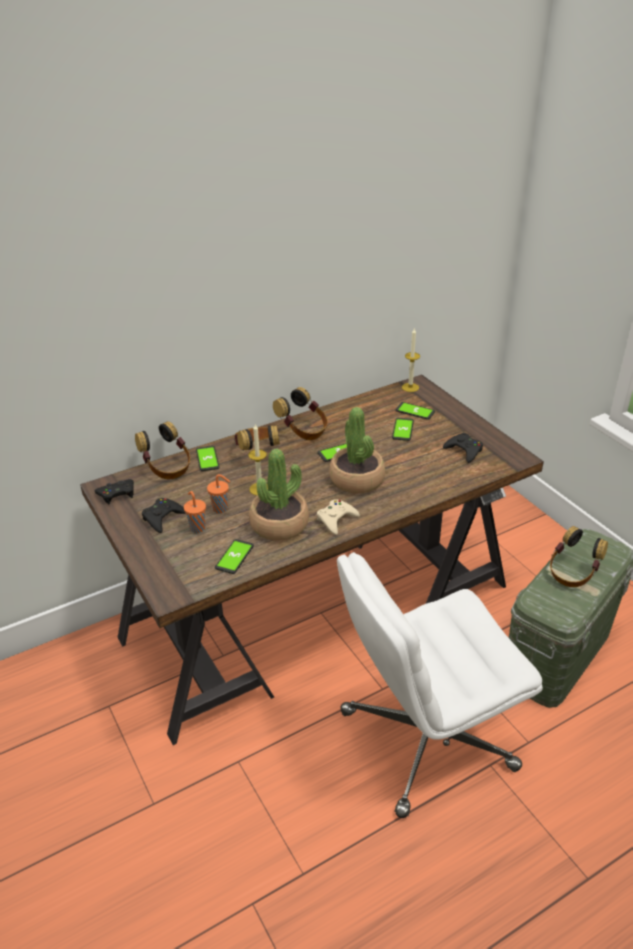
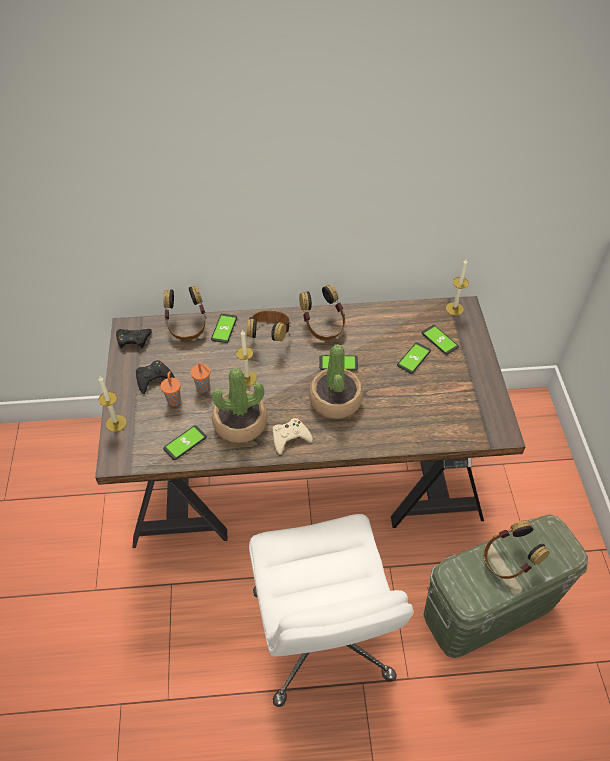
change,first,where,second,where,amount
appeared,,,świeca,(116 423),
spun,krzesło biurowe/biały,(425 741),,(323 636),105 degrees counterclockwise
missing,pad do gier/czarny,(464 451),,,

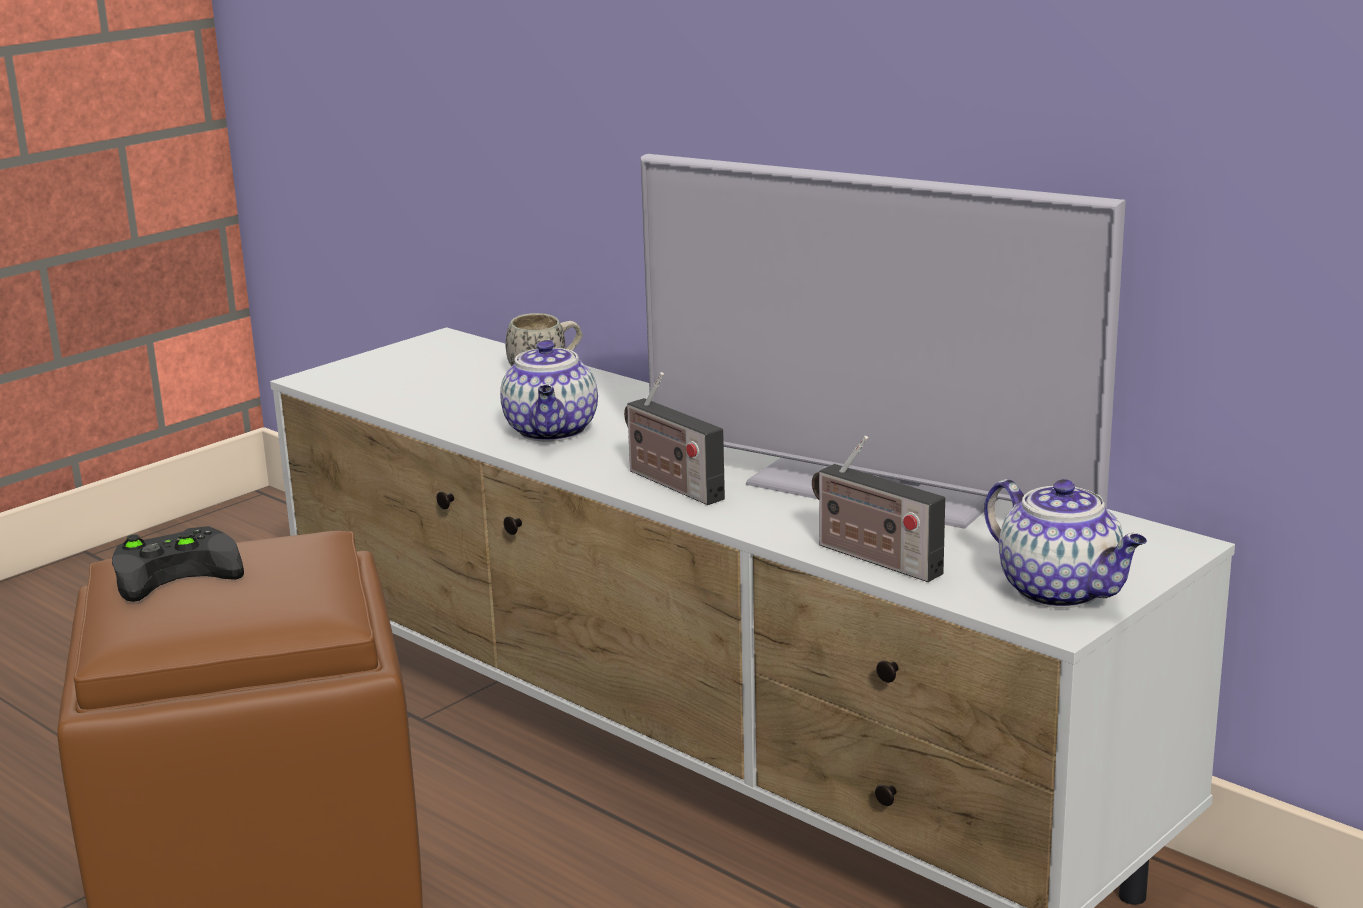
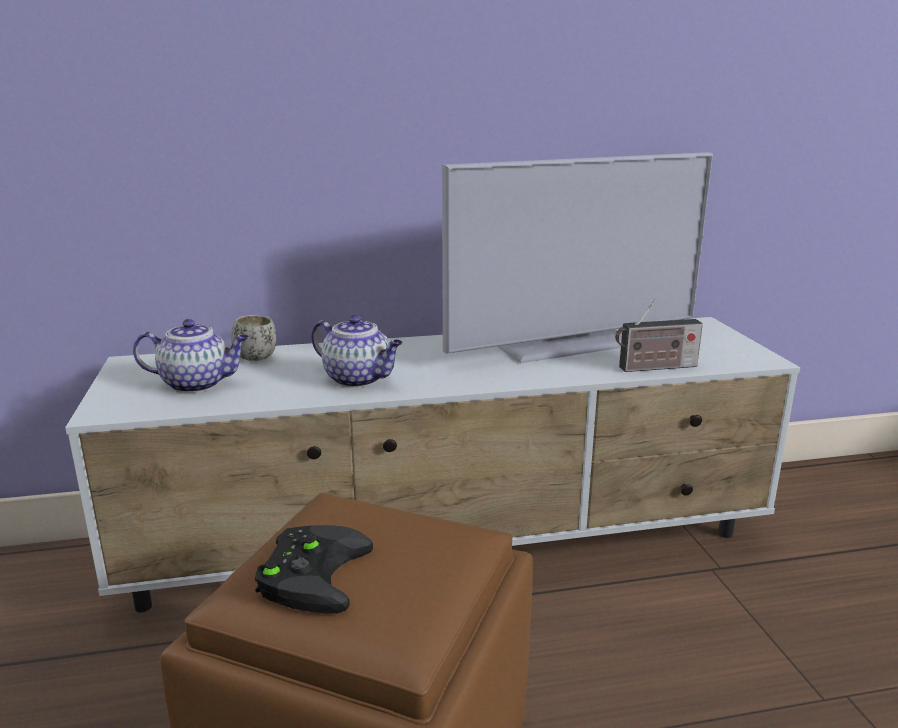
change,first,where,second,where,amount
relocated,imbryk,(1062 592),,(198 384),
missing,radio,(670 484),,,

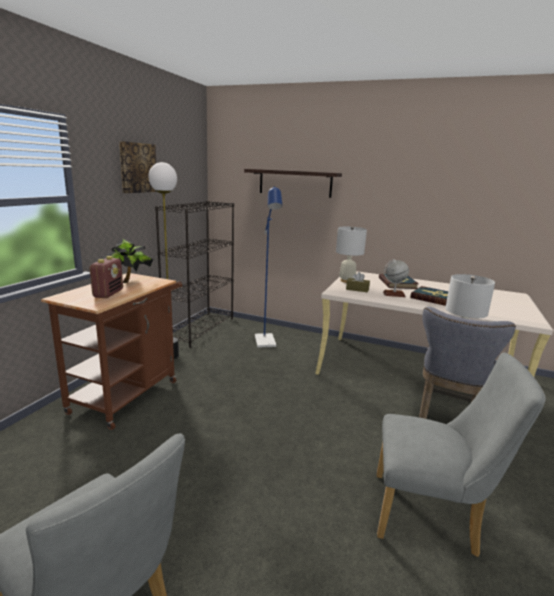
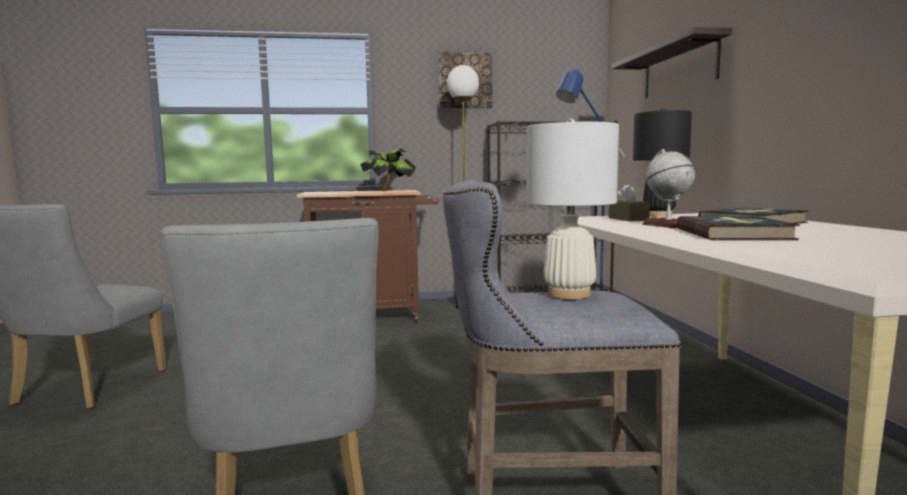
change,first,where,second,where,amount
colour,lampa stołowa/biały,(346 281),lampa stołowa/czarny,(658 215),
missing,radio,(108 294),,,

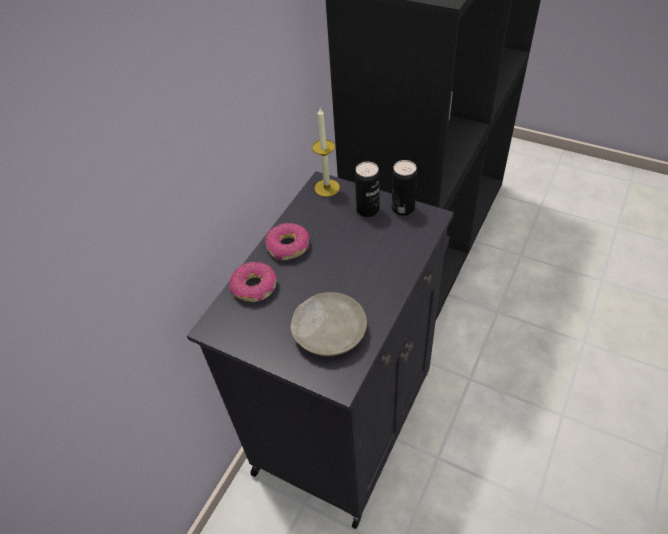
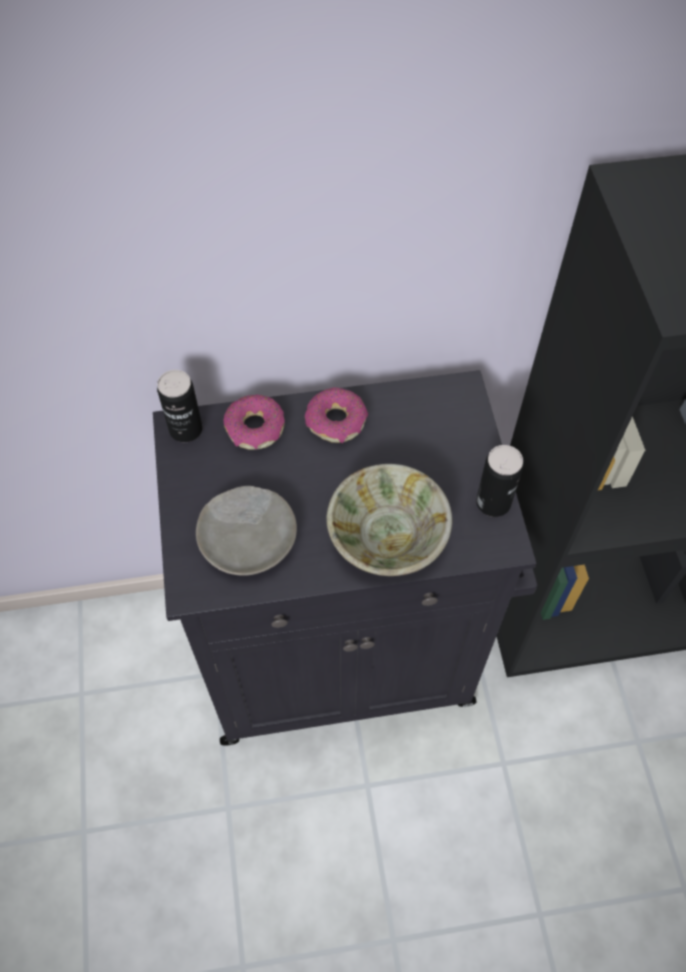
change,first,where,second,where,amount
relocated,puszka,(367 210),,(186 429),
appeared,,,miska/beżowy,(387 537),
missing,świeca,(327 188),,,

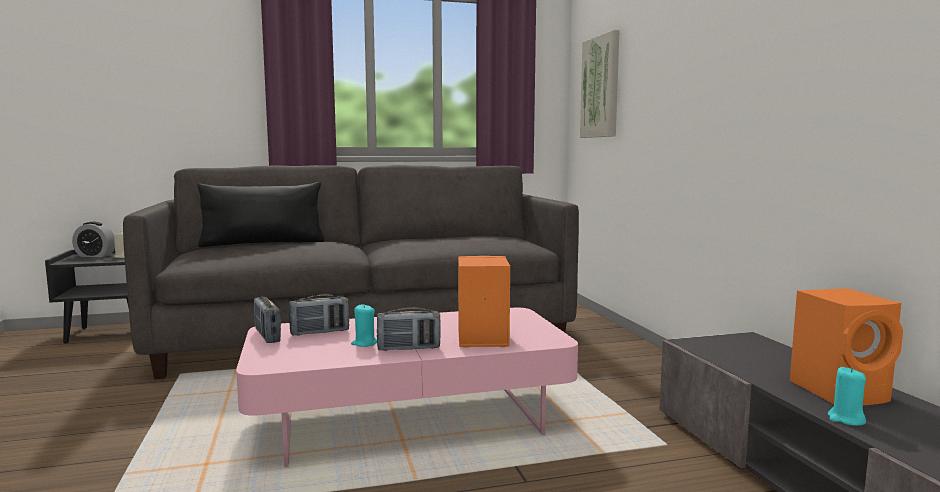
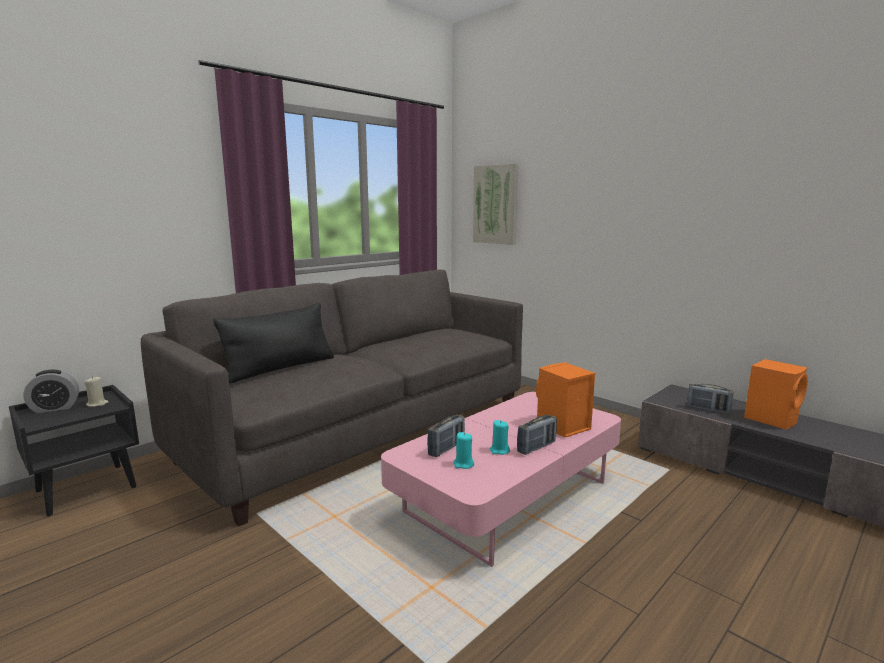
change,first,where,second,where,amount
relocated,świeca/turkusowy,(846 419),,(463 464),
relocated,radio,(267 336),,(708 409),

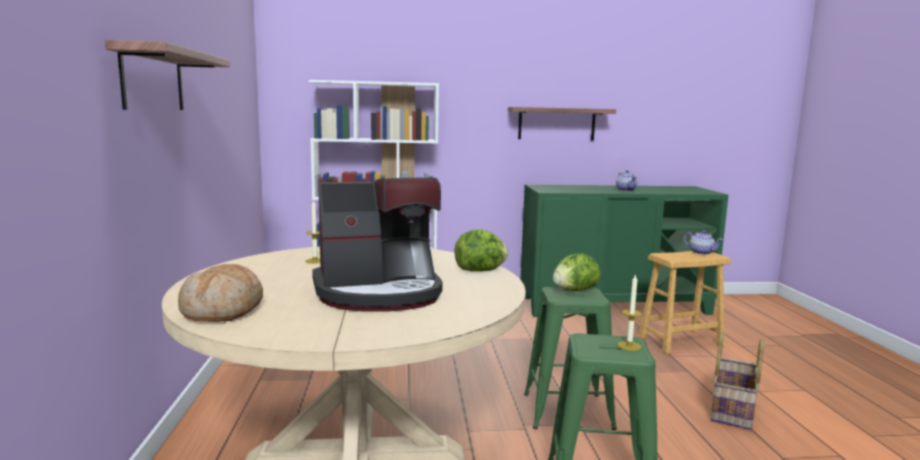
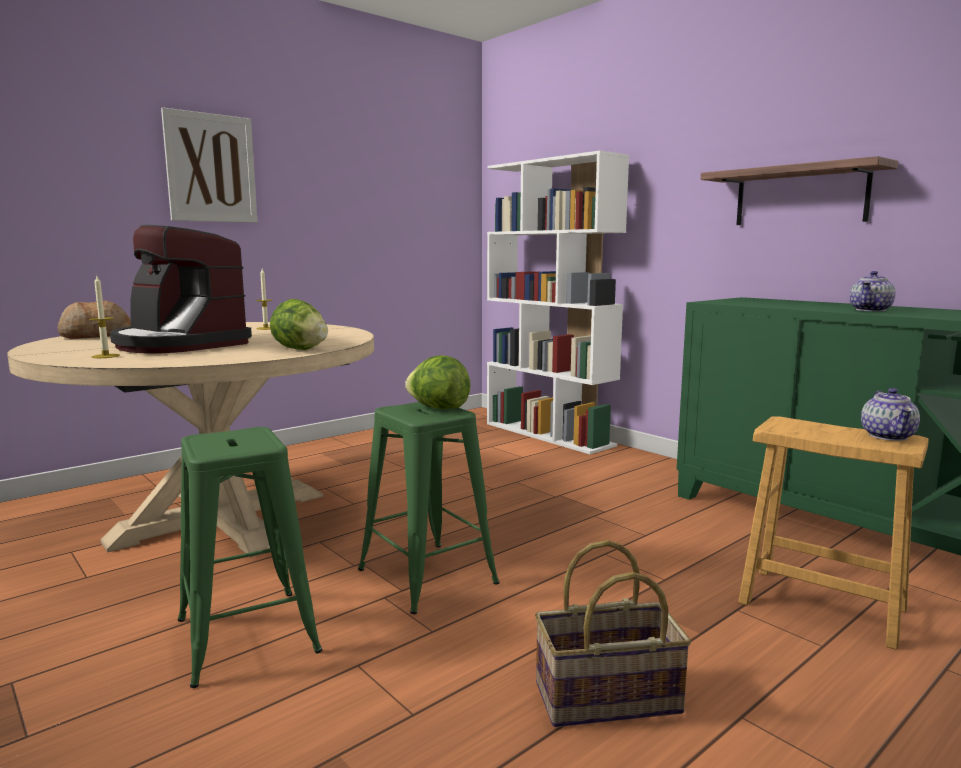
change,first,where,second,where,amount
relocated,świeca,(629 346),,(105 356),
exchanged,półka,(153 80),obraz,(211 168),

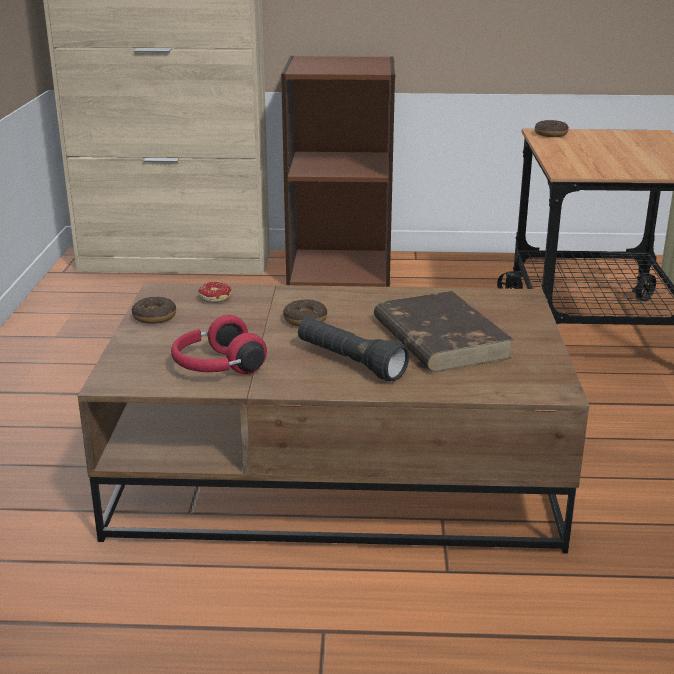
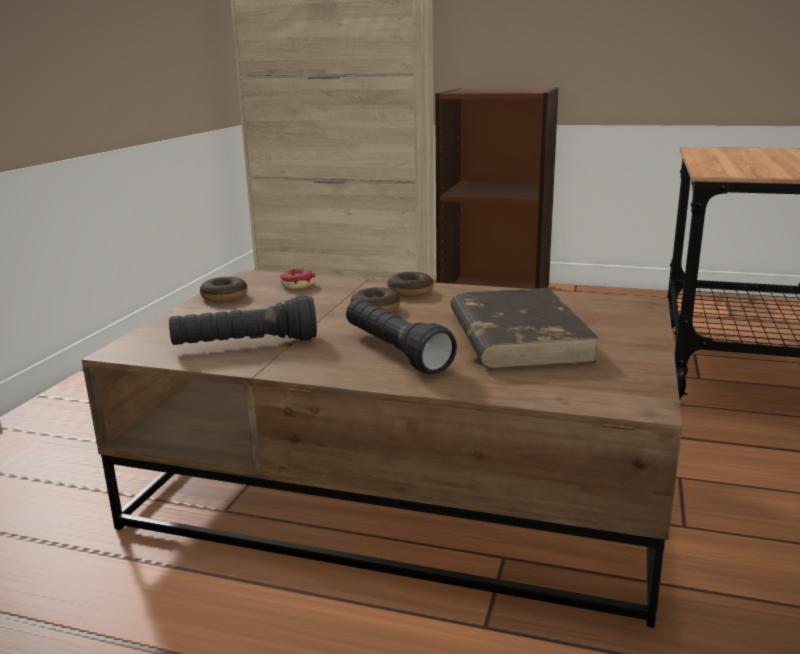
change,first,where,second,where,amount
exchanged,słuchawki/czerwony,(216 367),latarka/czarny,(245 344),
relocated,donut,(551 134),,(410 291),

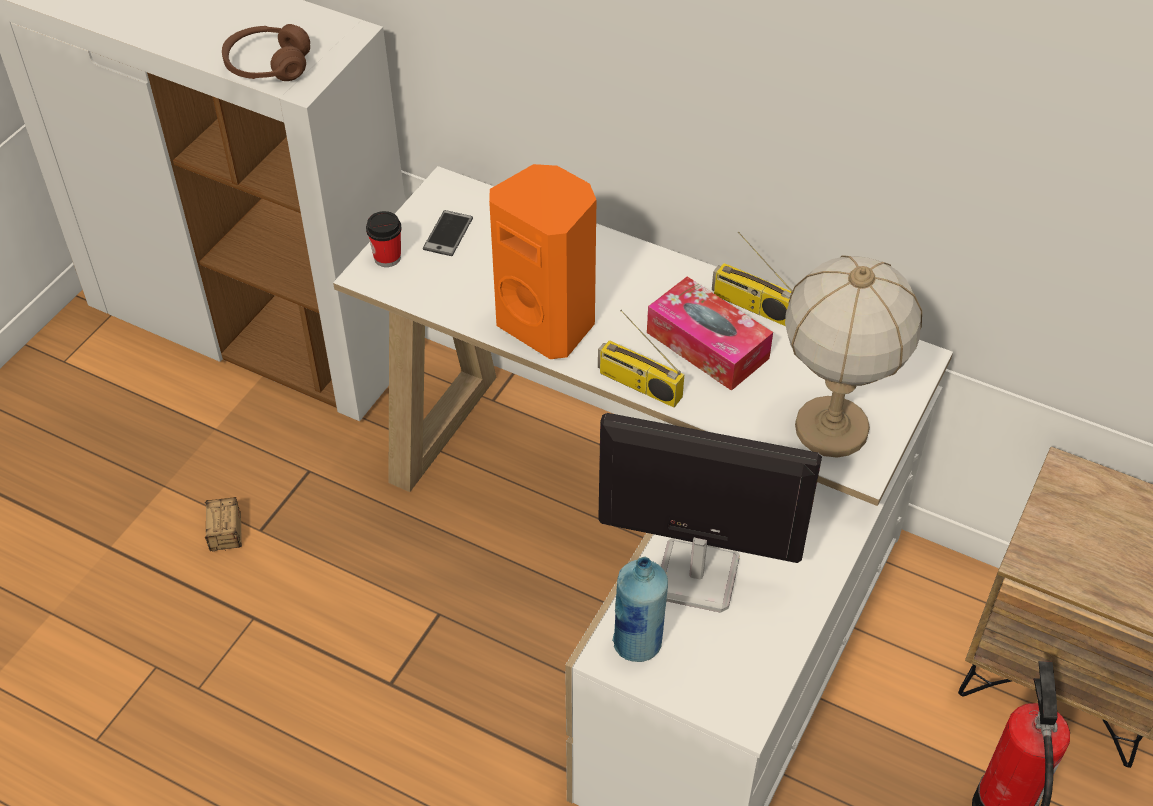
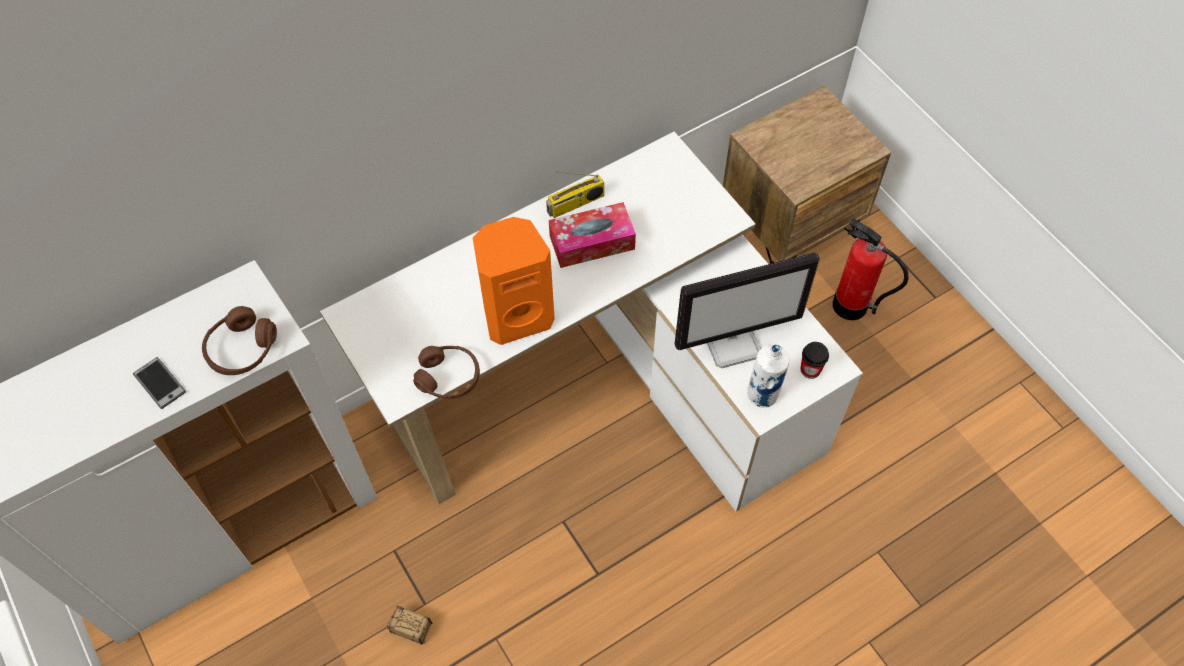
change,first,where,second,where,amount
relocated,telefon,(448 234),,(159 383),
appeared,,,słuchawki/brązowy,(448 377),
spun,monitor,(695 576),,(732 342),150 degrees counterclockwise
colour,butelka/niebieski,(638 644),butelka/biały,(763 394),
relocated,filiżanka,(387 257),,(810 370),
missing,radio,(638 385),,,
missing,lampa stołowa,(832 429),,,

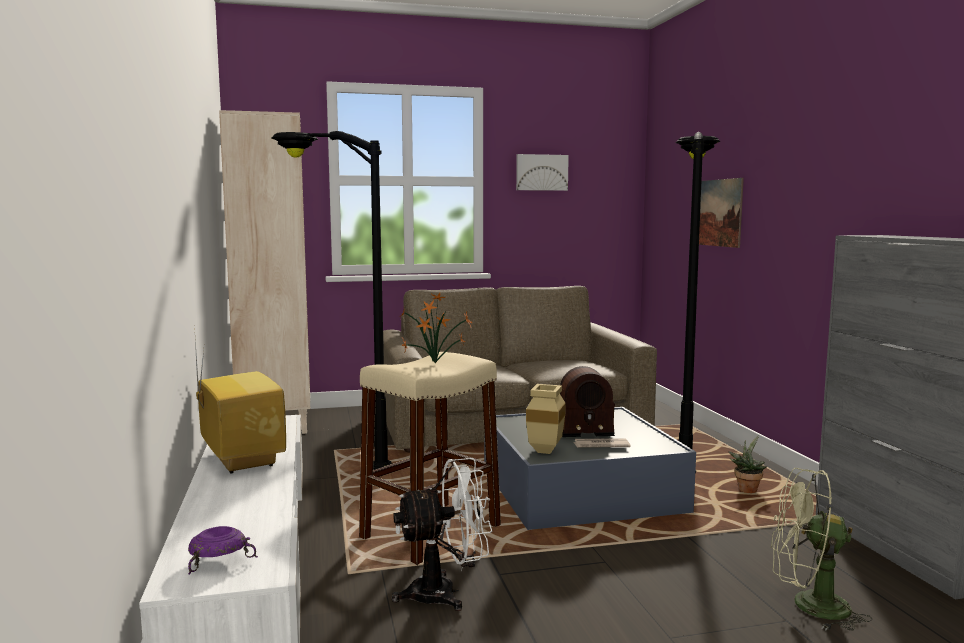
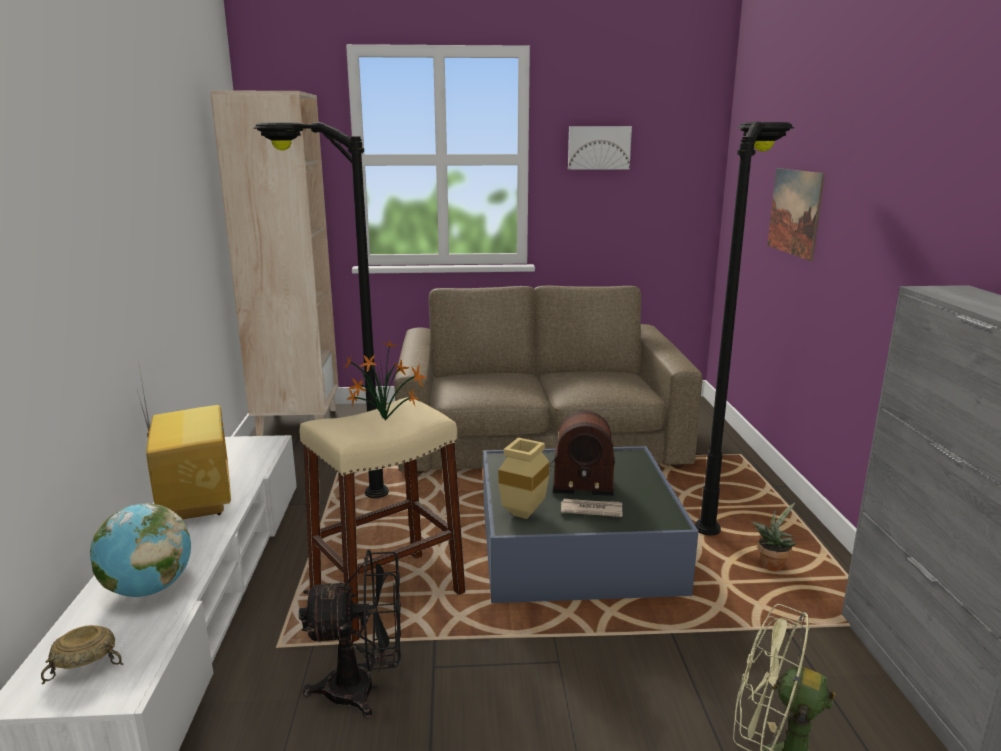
change,first,where,second,where,amount
colour,miska/fioletowy,(219 562),miska/beżowy,(86 665),
appeared,,,globus,(148 589),
colour,wentylator/biały,(445 593),wentylator/czarny,(364 689),

